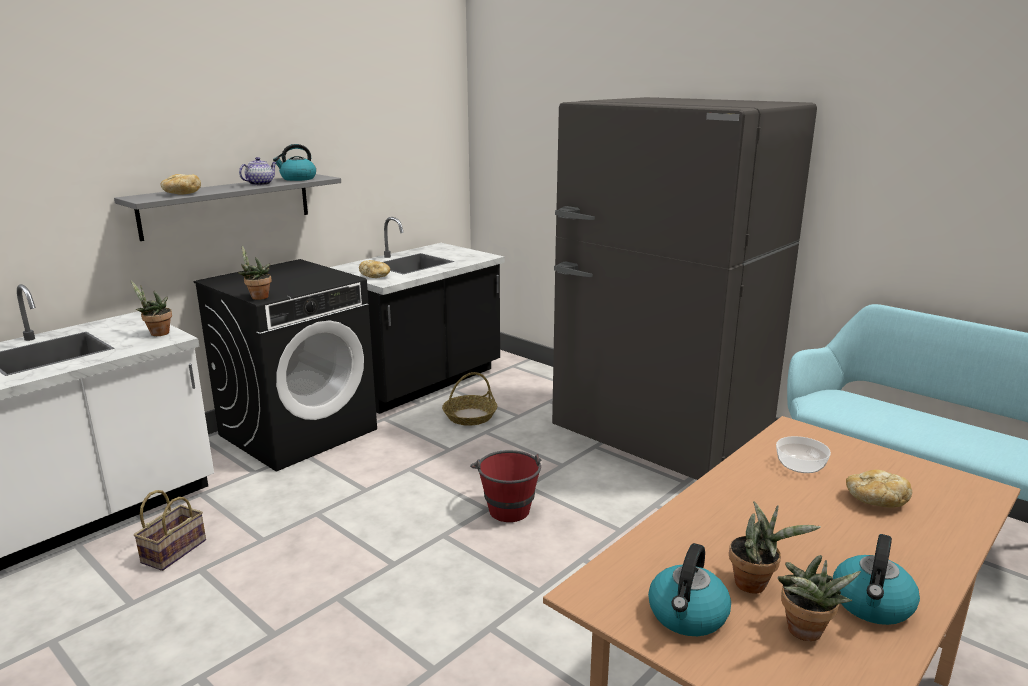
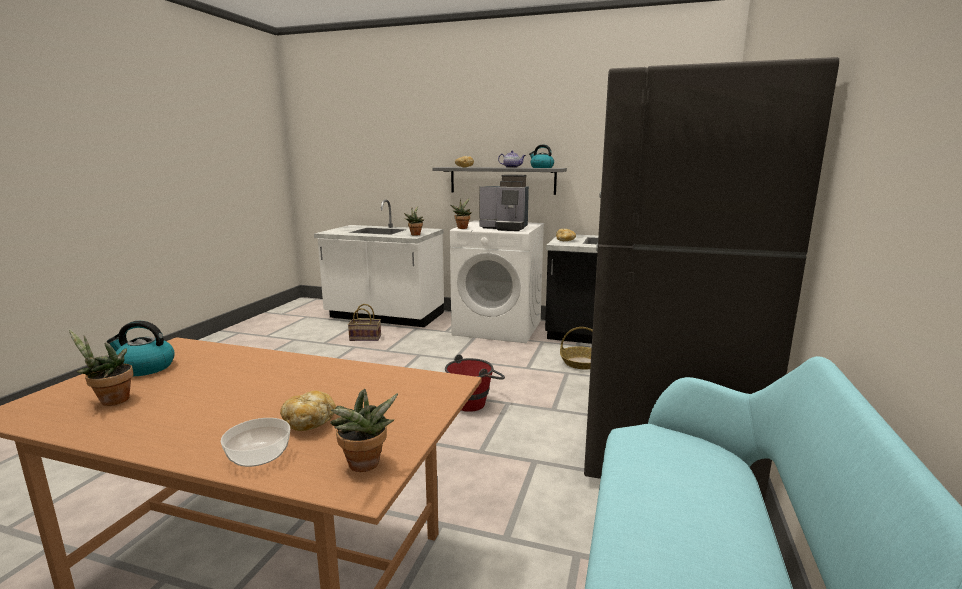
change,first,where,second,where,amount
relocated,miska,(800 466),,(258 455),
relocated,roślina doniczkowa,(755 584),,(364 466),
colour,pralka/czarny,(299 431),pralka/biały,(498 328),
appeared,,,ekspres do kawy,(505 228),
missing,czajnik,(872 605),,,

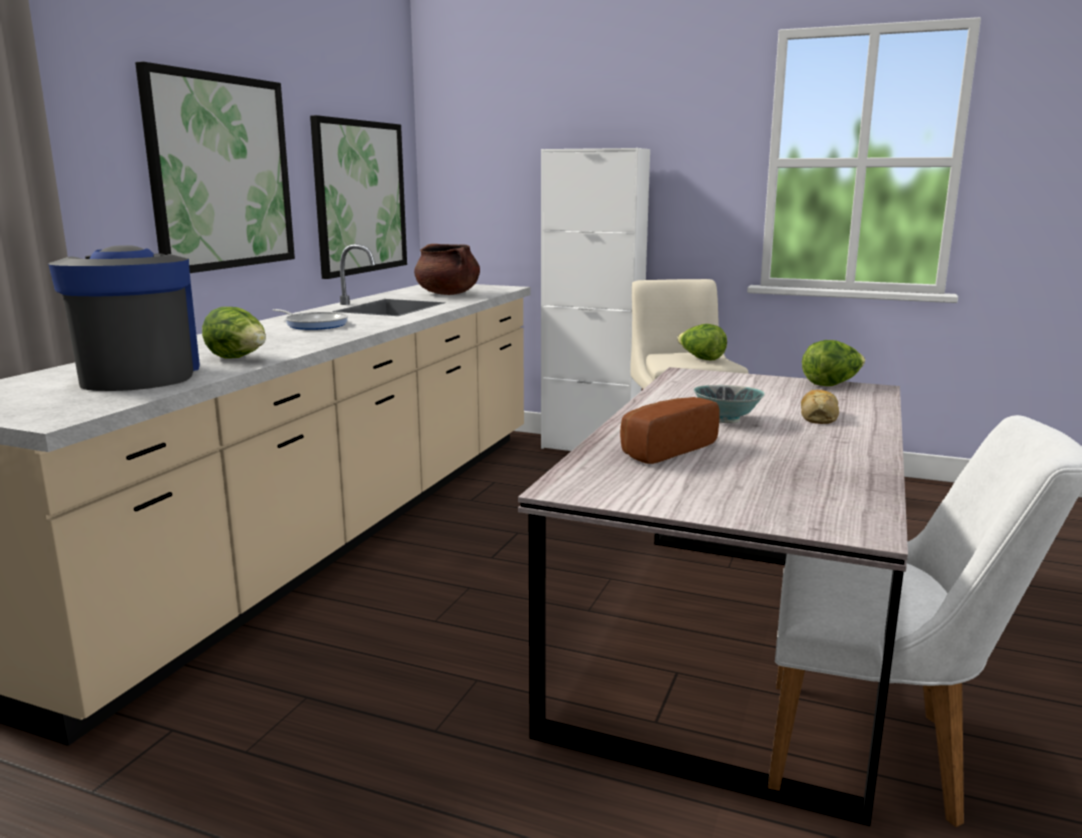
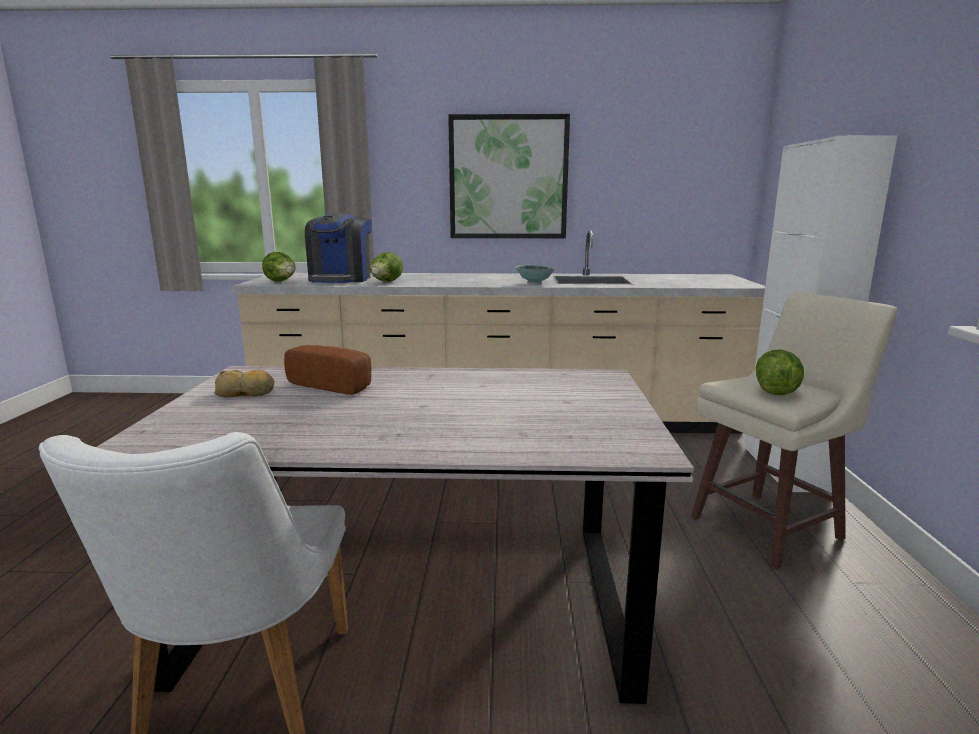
change,first,where,second,where,amount
relocated,chleb,(818 416),,(245 393),
relocated,sałata,(831 384),,(281 282),
spun,ekspres do kawy,(139 374),,(341 279),135 degrees clockwise
relocated,miska,(727 421),,(534 284),
missing,patelnia,(314 324),,,
missing,obraz,(360 197),,,
missing,garnek/brązowy,(448 294),,,

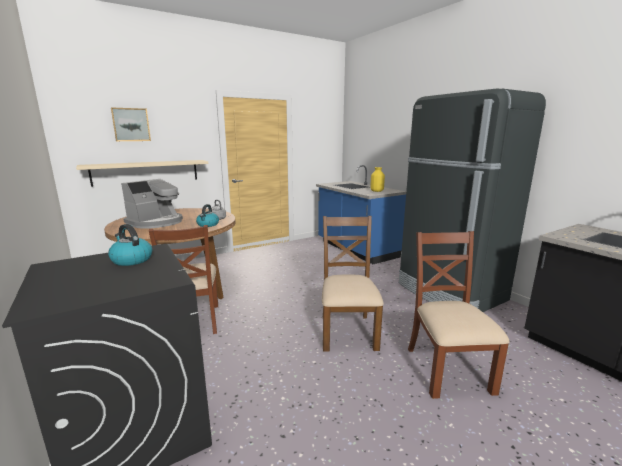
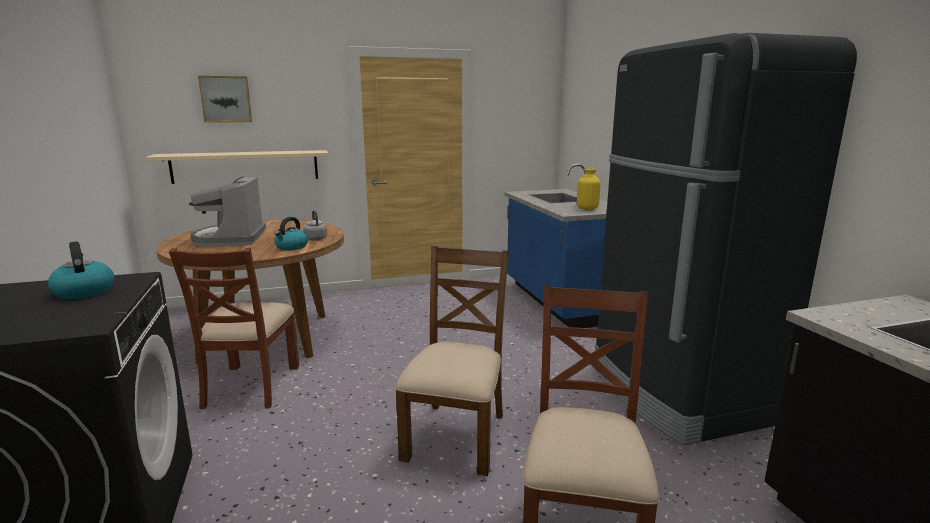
change,first,where,second,where,amount
spun,ekspres do kawy,(156 222),,(230 238),120 degrees clockwise

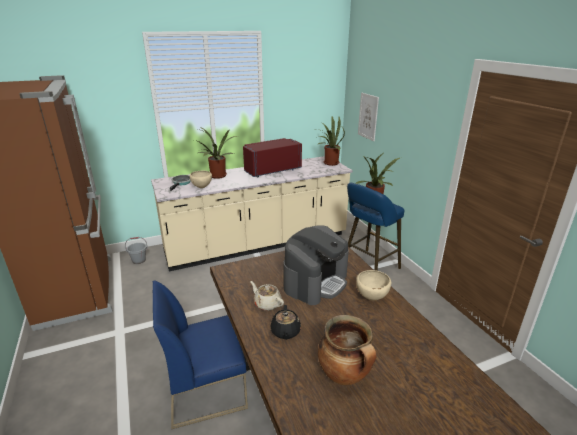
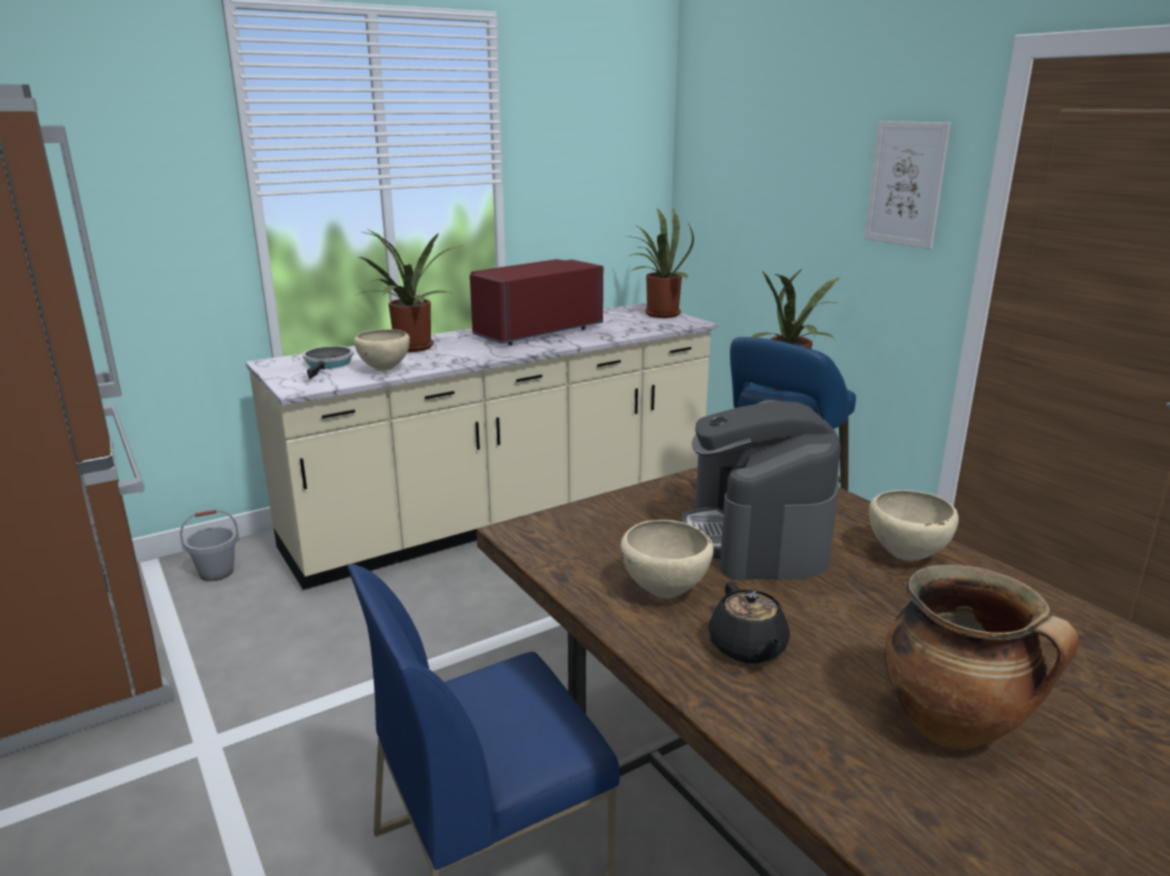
change,first,where,second,where,amount
exchanged,imbryk/beżowy,(267 304),miska/beżowy,(666 592),
spun,ekspres do kawy,(315 282),,(756 537),150 degrees clockwise
relocated,obraz,(368 116),,(906 184),

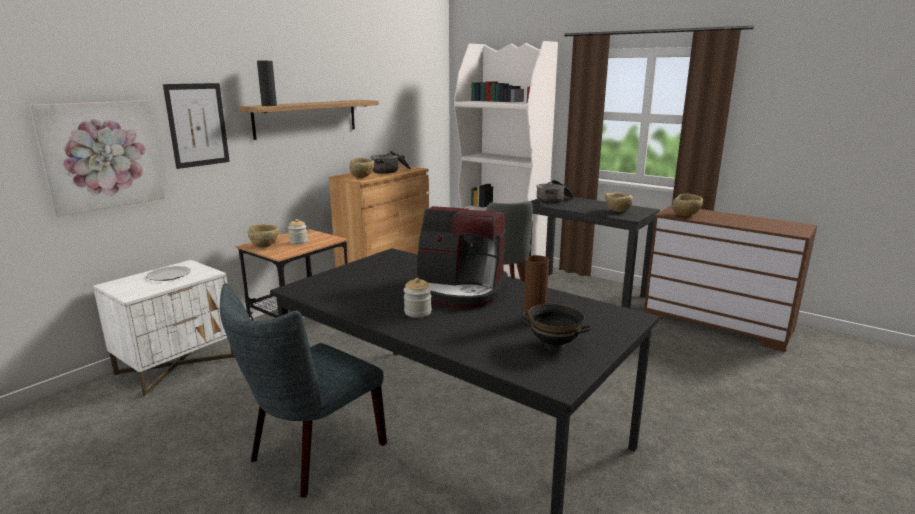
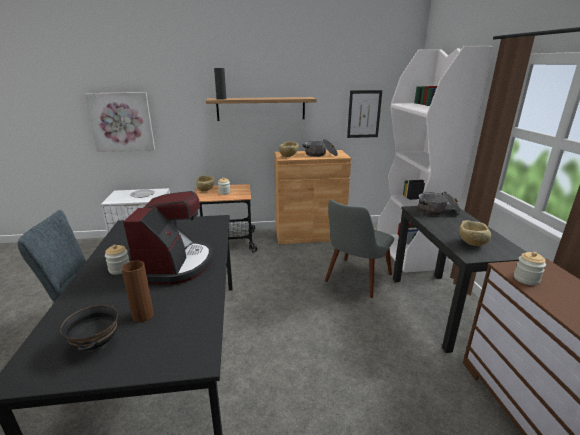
change,first,where,second,where,amount
spun,ekspres do kawy,(460 290),,(175 265),150 degrees counterclockwise
relocated,obraz,(197 125),,(364 114),
exchanged,miska/beżowy,(685 216),słoik,(526 279),

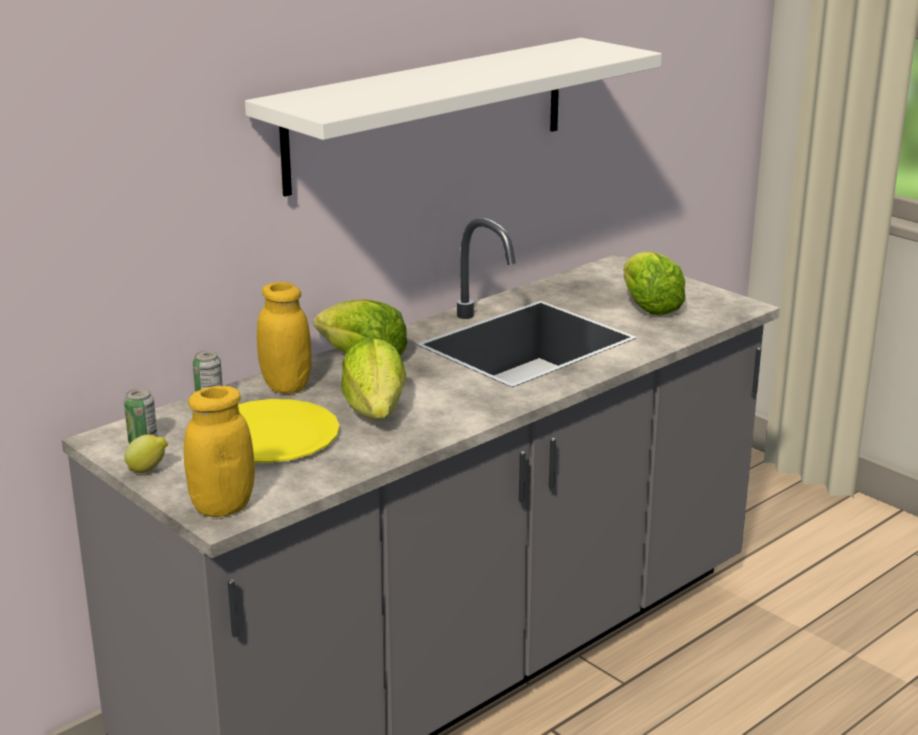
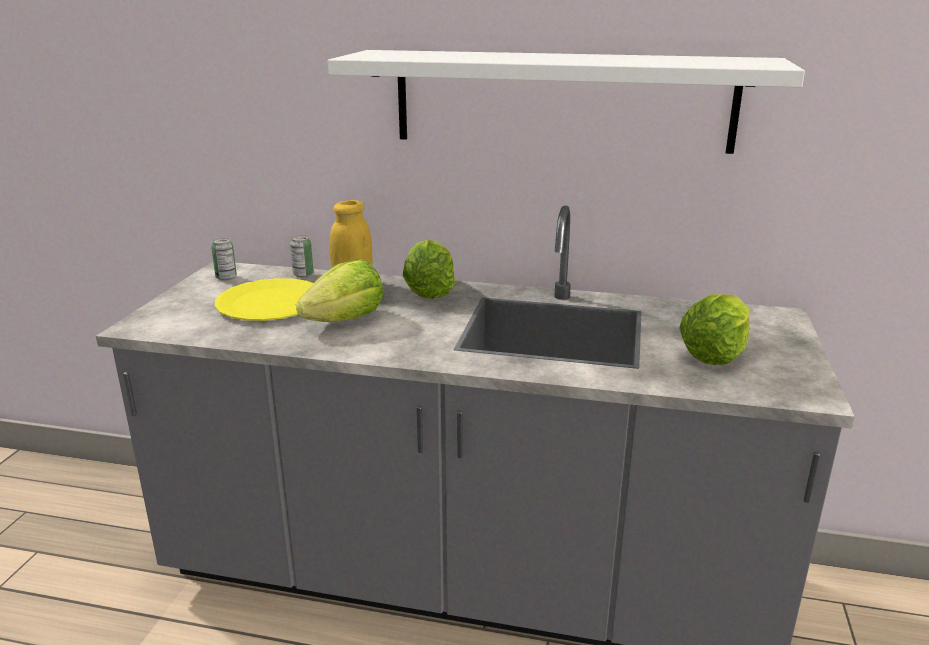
change,first,where,second,where,amount
missing,cytryna,(148 470),,,
missing,słoik/żółty,(222 507),,,

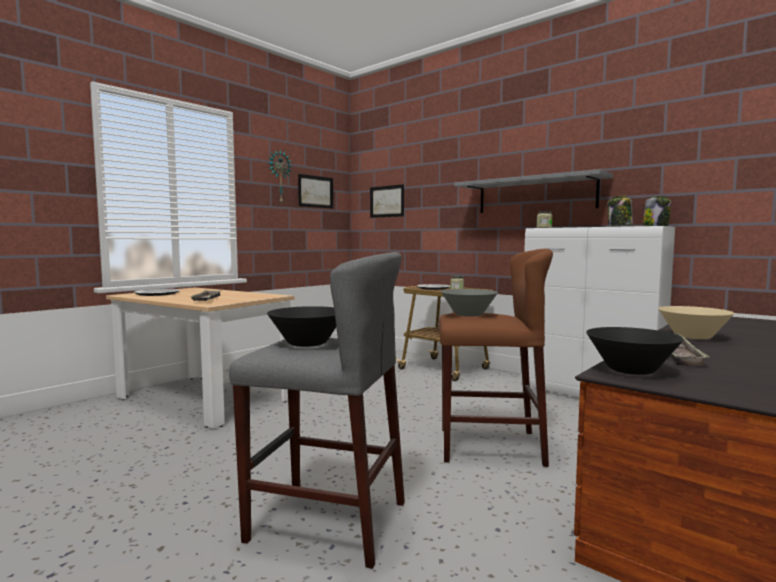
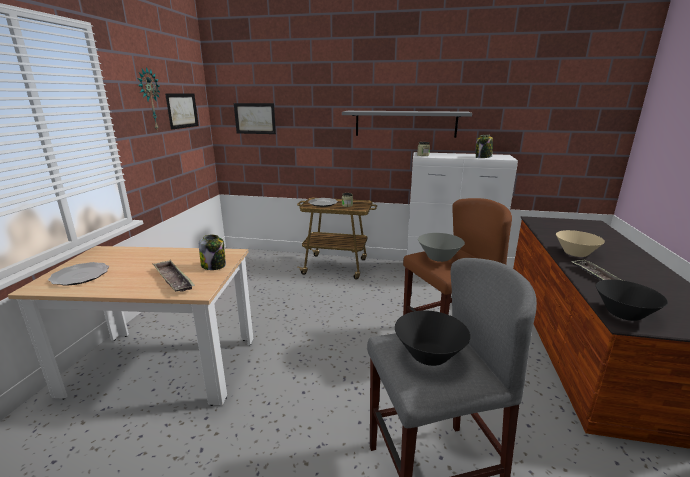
change,first,where,second,where,amount
relocated,słoik,(656 226),,(214 266),

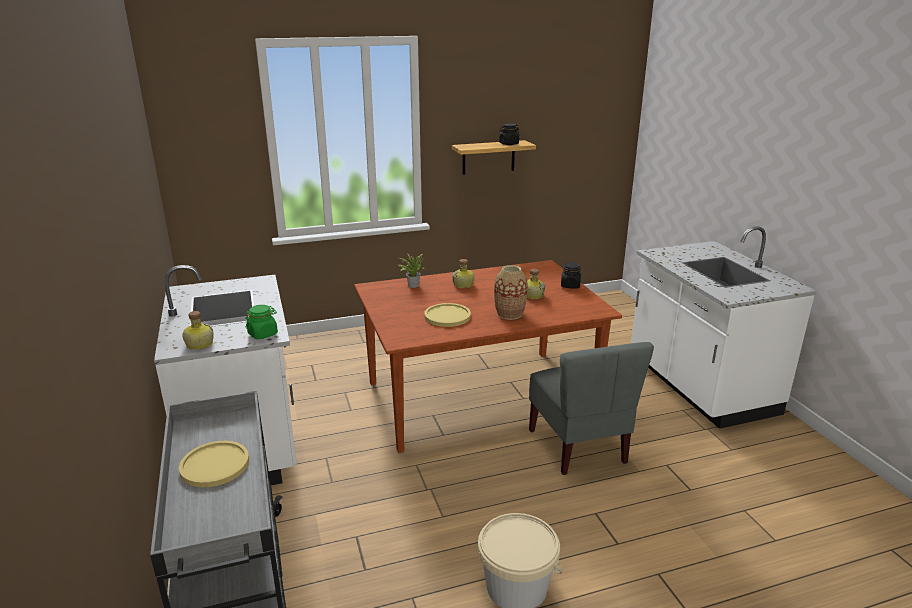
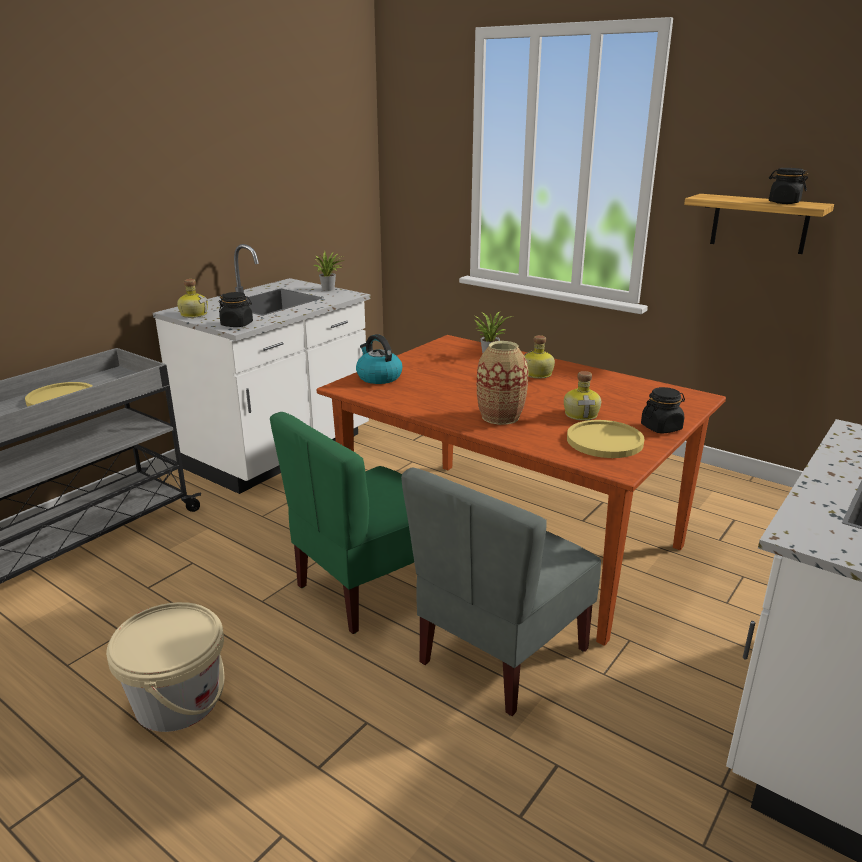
change,first,where,second,where,amount
colour,słoik/zielony,(263 334),słoik/czarny,(237 324),
appeared,,,krzesło/zielony,(369 588),
appeared,,,roślina doniczkowa,(329 289),
appeared,,,czajnik,(378 377),
relocated,talerz/żółty,(447 316),,(604 441),

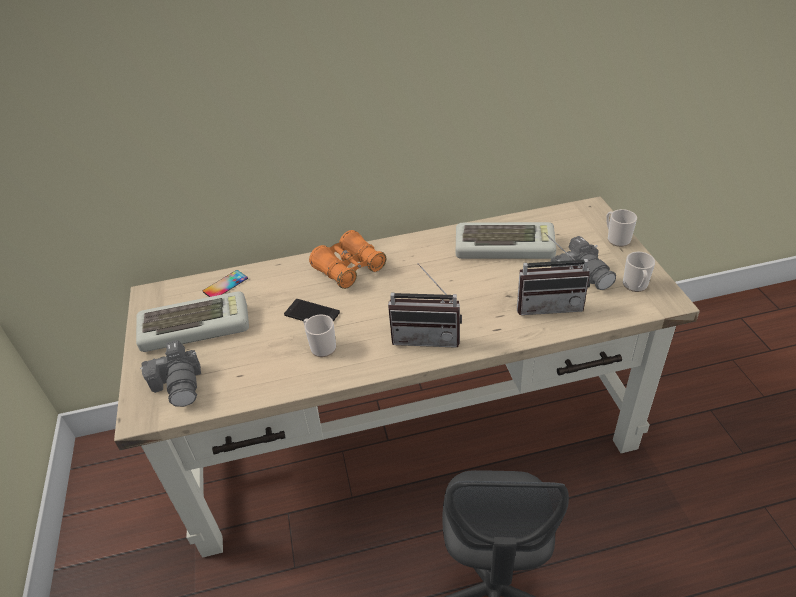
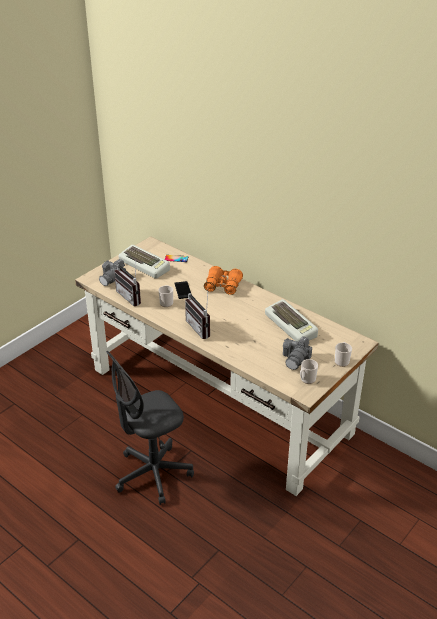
change,first,where,second,where,amount
relocated,radio,(549 304),,(132 296),

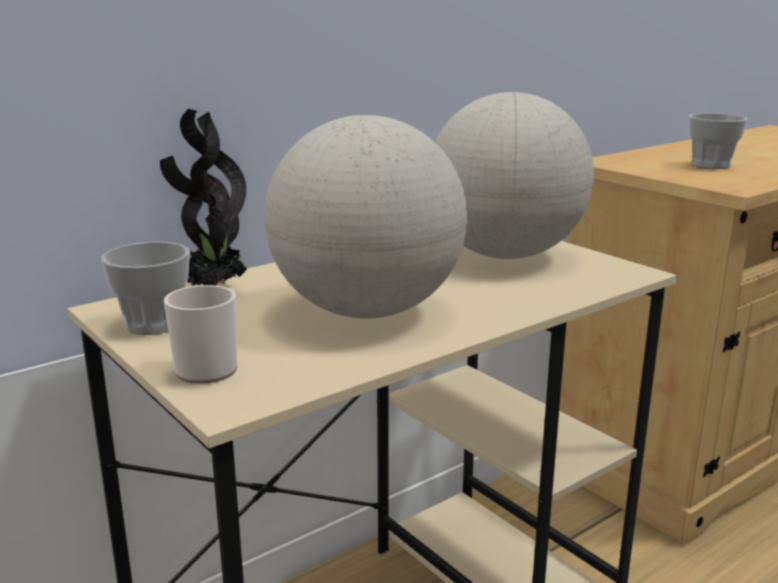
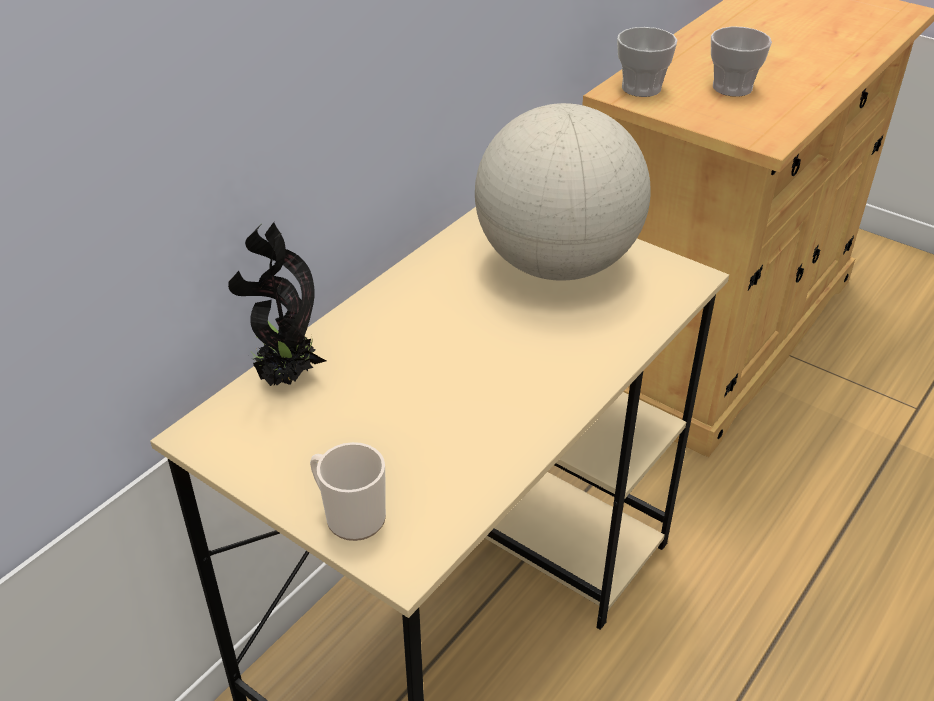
change,first,where,second,where,amount
relocated,filiżanka,(153 324),,(641 88),
missing,globus,(366 311),,,

